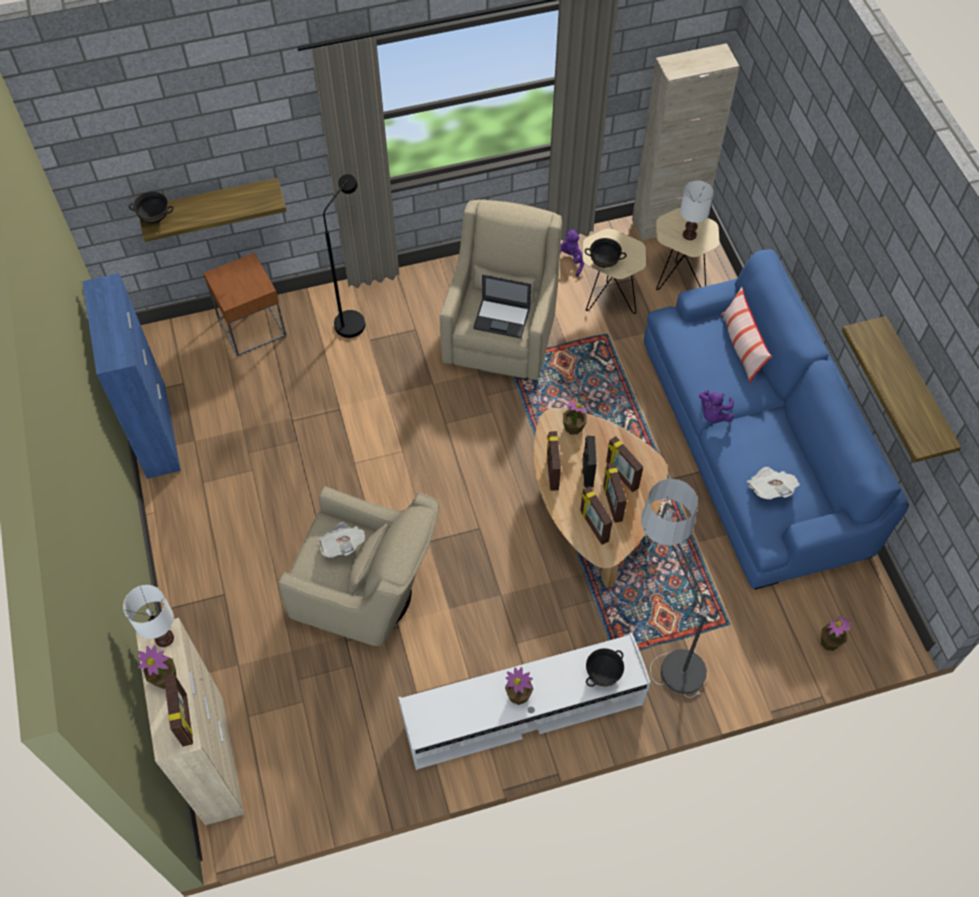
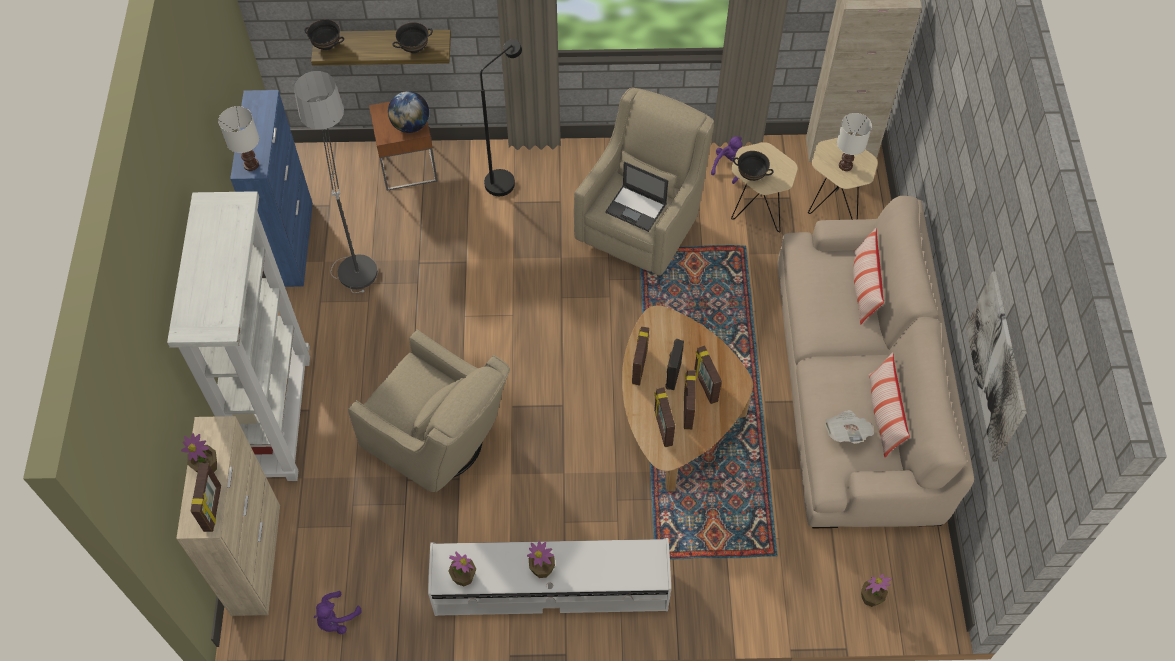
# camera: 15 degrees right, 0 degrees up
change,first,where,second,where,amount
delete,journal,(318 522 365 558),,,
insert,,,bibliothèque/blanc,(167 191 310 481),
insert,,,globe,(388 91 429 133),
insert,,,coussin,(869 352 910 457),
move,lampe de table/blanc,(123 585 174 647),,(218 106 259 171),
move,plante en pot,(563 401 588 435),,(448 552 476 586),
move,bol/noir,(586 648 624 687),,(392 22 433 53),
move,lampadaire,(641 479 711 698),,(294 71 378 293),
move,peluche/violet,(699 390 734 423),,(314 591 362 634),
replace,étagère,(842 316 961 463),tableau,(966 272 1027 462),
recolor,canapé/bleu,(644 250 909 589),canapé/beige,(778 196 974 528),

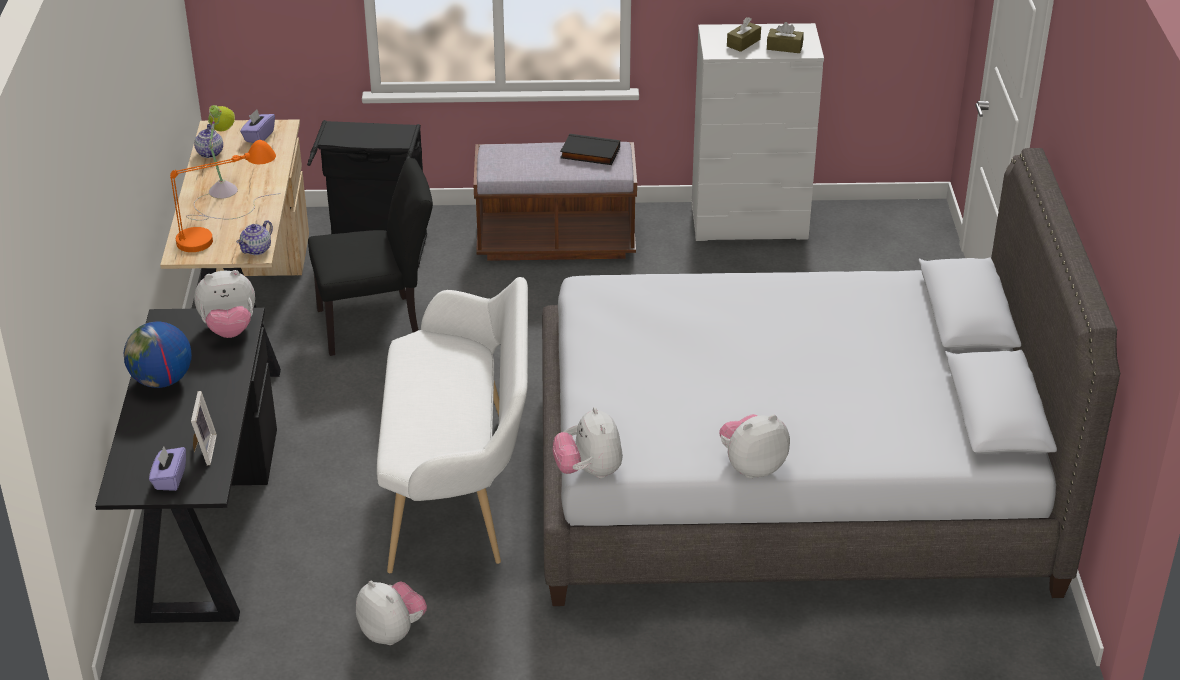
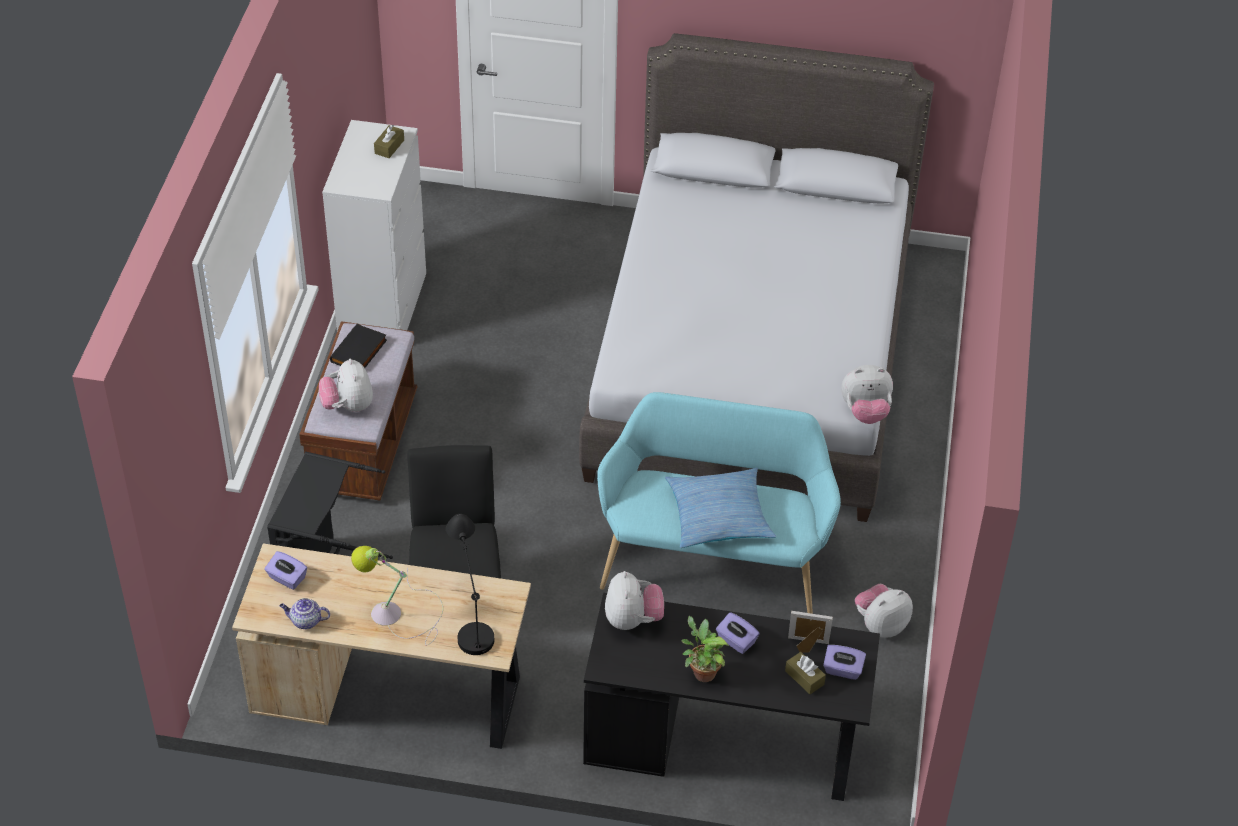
# camera: 80 degrees left, 10 degrees up
change,first,where,second,where,amount
delete,théière,(236 220 273 255),,,
insert,,,coussin,(665 468 776 548),
insert,,,boîte à mouchoirs/violet,(716 612 759 654),
move,peluche,(719 414 790 478),,(319 359 373 412),
move,boîte à mouchoirs/marron,(727 17 761 52),,(785 652 826 694),
replace,globe,(124 322 192 388),plante en pot,(681 616 729 682),
recolor,lampe de table/orange,(170 140 276 252),lampe de table/noir,(446 514 494 655),
recolor,banc/blanc,(377 277 528 573),banc/turquoise,(597 392 841 614),

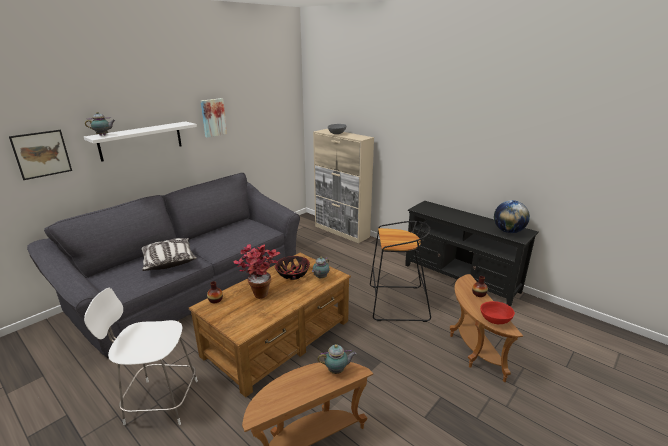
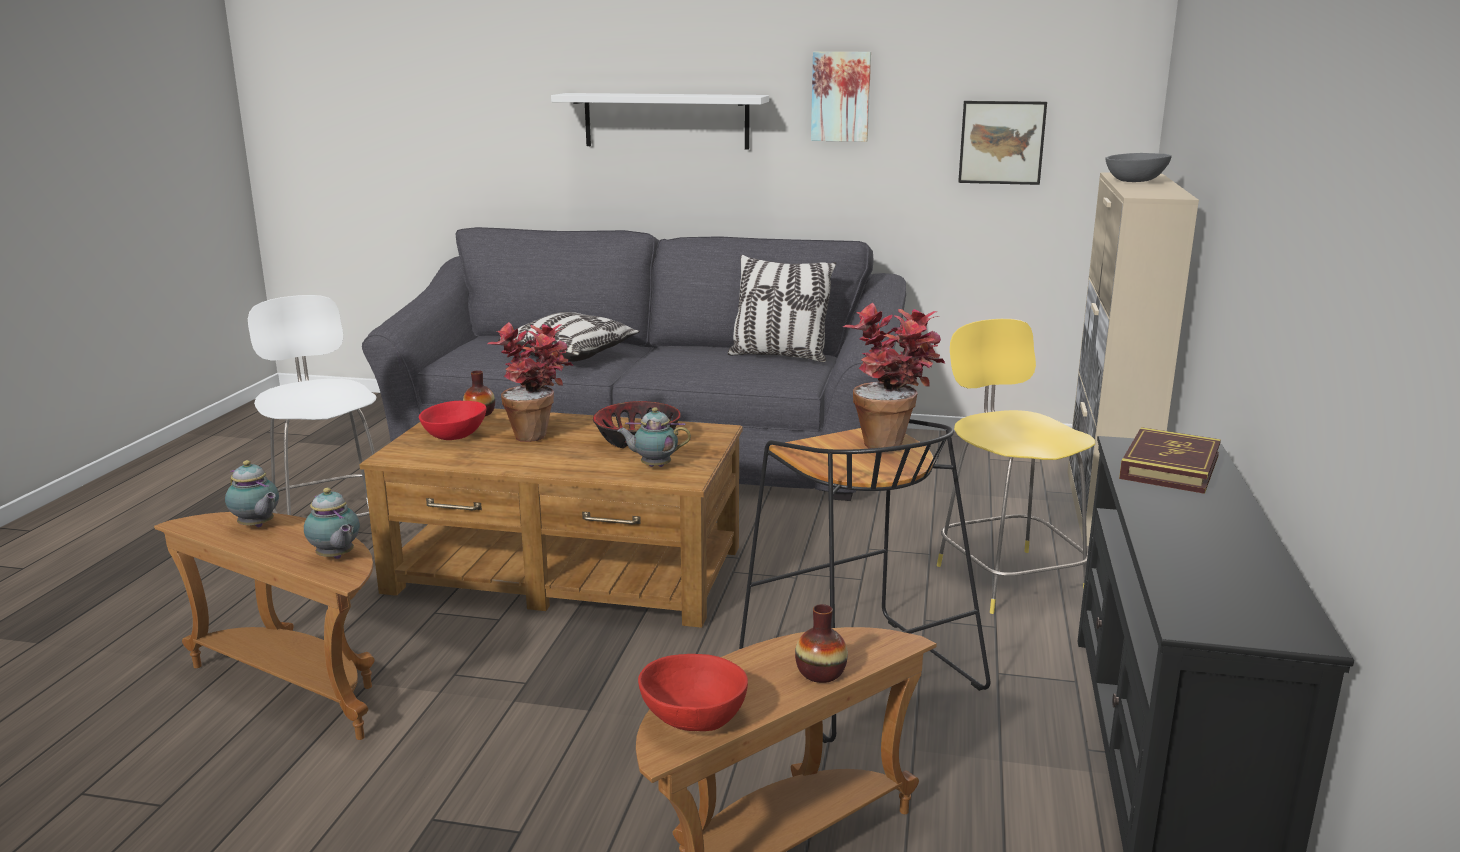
# camera: 60 degrees right, 5 degrees down
change,first,where,second,where,amount
delete,globe,(494 200 530 233),,,
insert,,,bol/rouge,(419 401 487 440),
insert,,,coussin,(728 254 836 362),
insert,,,plante en pot,(843 303 946 449),
insert,,,tabouret/jaune,(937 319 1095 614),
insert,,,livre,(1119 427 1221 494),
move,tableau,(9 130 72 180),,(958 101 1047 185),
move,théière,(85 112 115 136),,(225 460 279 527),

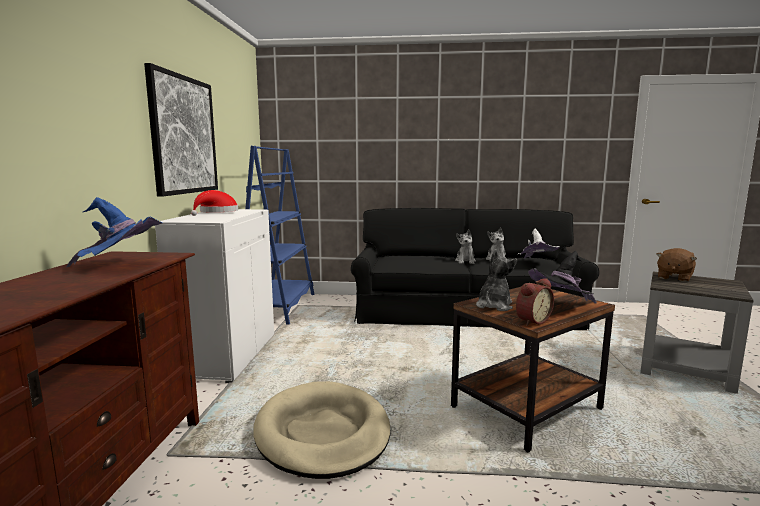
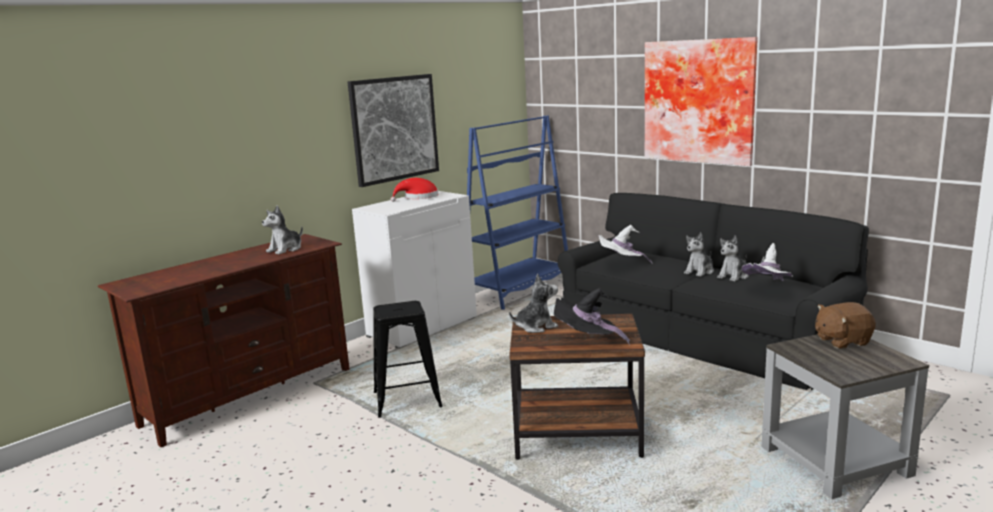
# camera: 40 degrees right, 5 degrees up
change,first,where,second,where,amount
delete,réveil,(516 278 554 326),,,
insert,,,chapeau/blanc,(598 225 652 263),
insert,,,tableau,(645 37 758 166),
replace,chapeau/bleu,(66 197 163 268),peluche,(262 206 303 255),
replace,panier pour chien/beige,(253 381 390 479),tabouret/noir,(373 301 443 418),

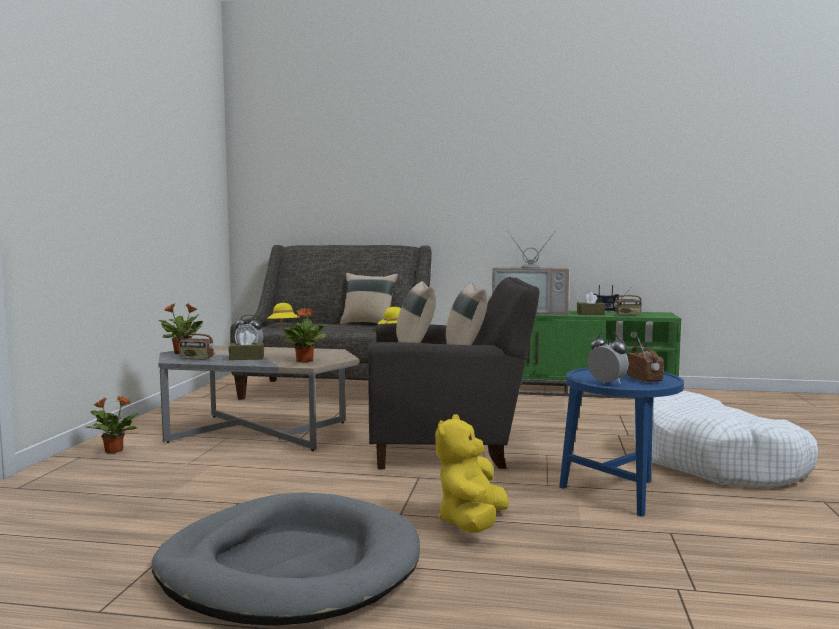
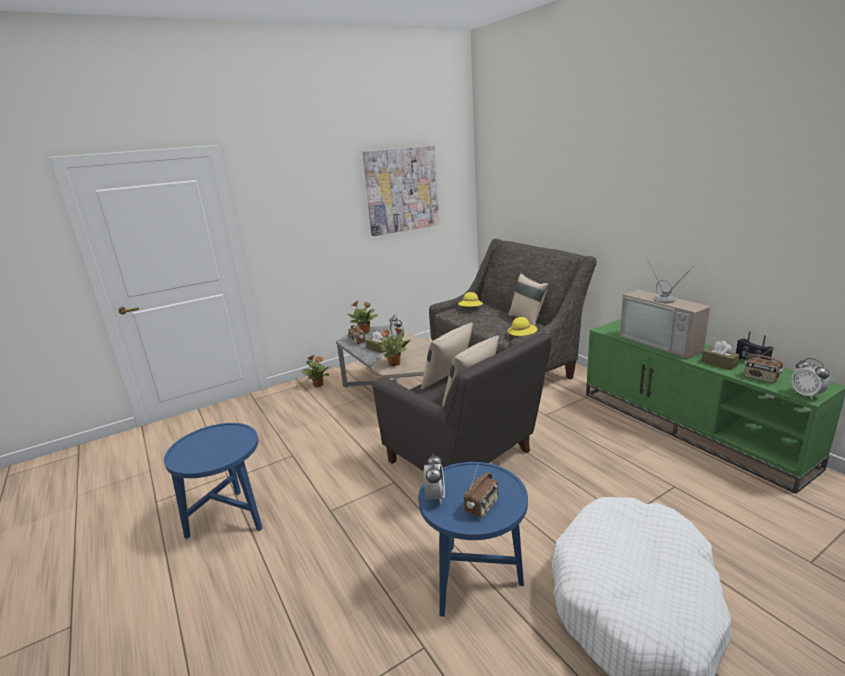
# camera: 50 degrees right, 15 degrees up
change,first,where,second,where,amount
delete,peluche/jaune,(435 415 509 533),,,
insert,,,tableau,(362 145 439 236),
insert,,,réveil,(791 358 829 399),
replace,panier pour chien/gris,(152 492 420 626),table d'appoint/bleu,(164 423 262 539),

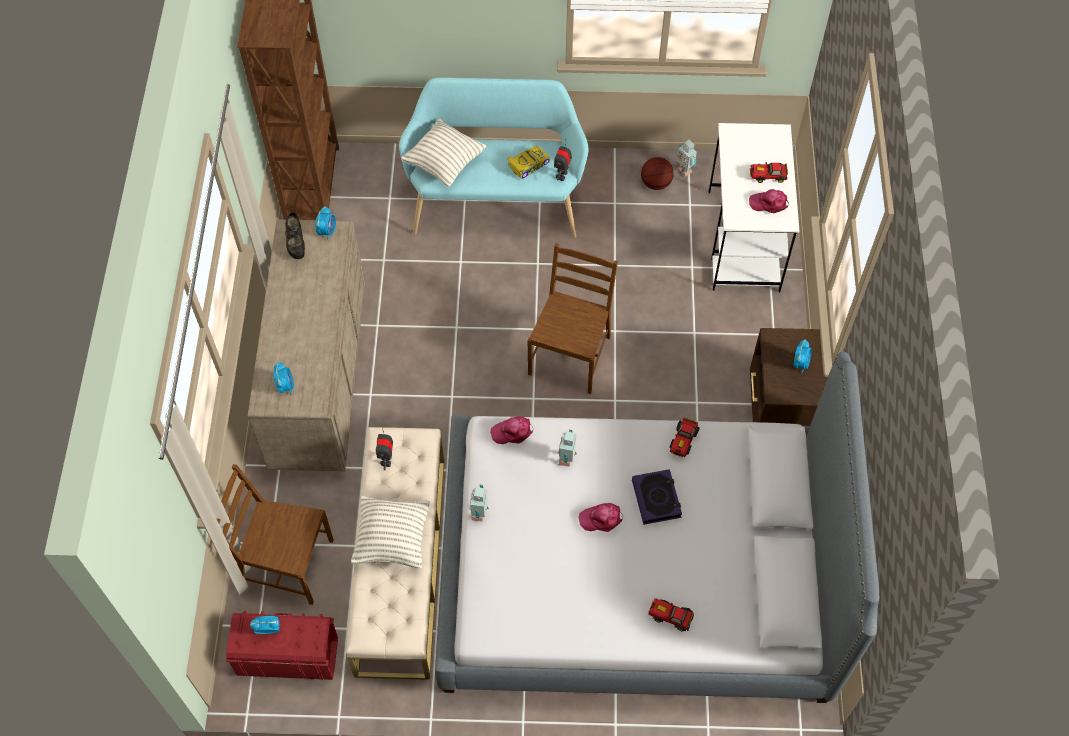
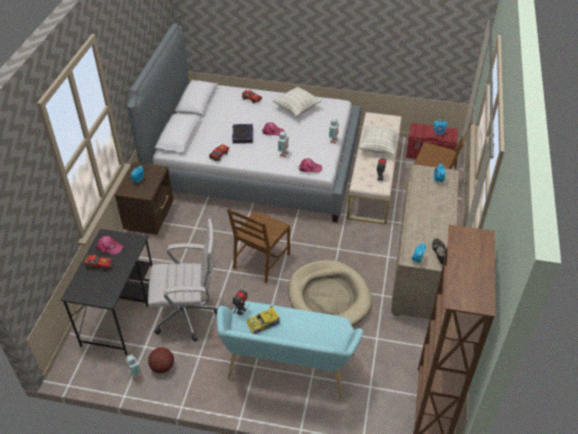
# camera: 170 degrees left, 15 degrees down
change,first,where,second,where,amount
insert,,,chaise de bureau/blanc,(148 218 218 342),
insert,,,panier pour chien/beige,(288 260 372 326),
move,coussin,(401 119 486 187),,(273 87 322 116),
recolor,bureau/blanc,(709 123 799 292),bureau/noir,(61 229 152 356),

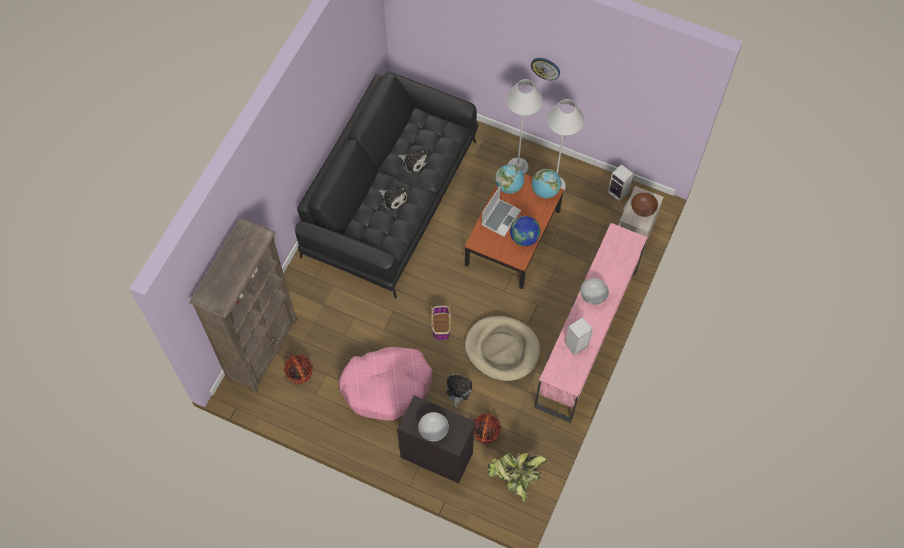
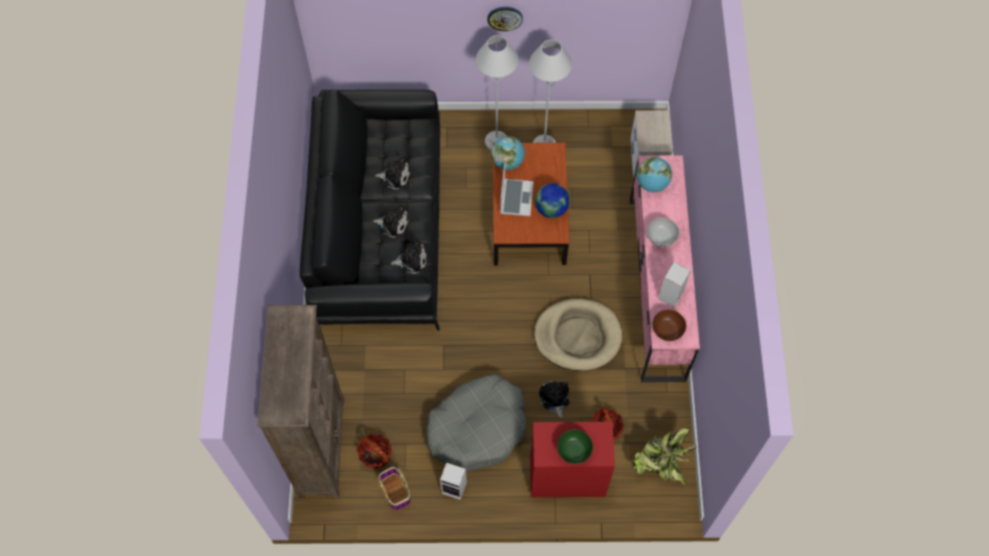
# camera: 25 degrees left, 0 degrees up
change,first,where,second,where,amount
insert,,,peluche,(390 239 426 274),
move,panier,(431 305 451 340),,(377 467 410 510),
move,globe,(532 169 561 198),,(637 157 672 192),
move,enceinte,(608 164 634 202),,(440 462 467 500),
move,bol/marron,(631 192 658 217),,(652 310 686 341),
recolor,panier pour chien/rose,(339 347 433 421),panier pour chien/gris,(426 374 526 471),
recolor,meuble de rangement/noir,(397 395 476 483),meuble de rangement/rouge,(530 422 615 497),
recolor,bol/blanc,(418 412 449 441),bol/vert,(557 429 593 464),

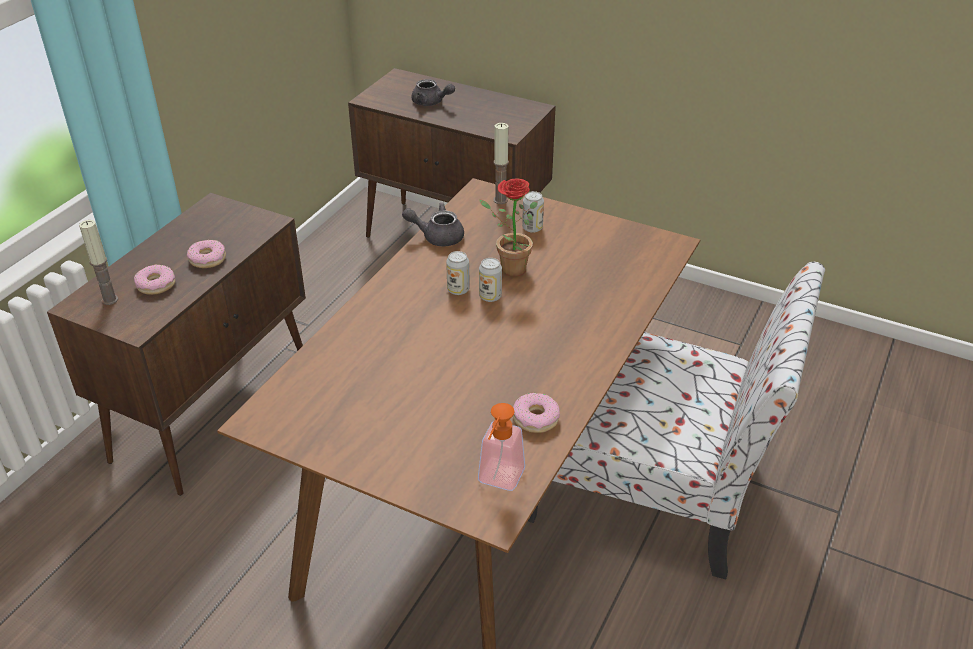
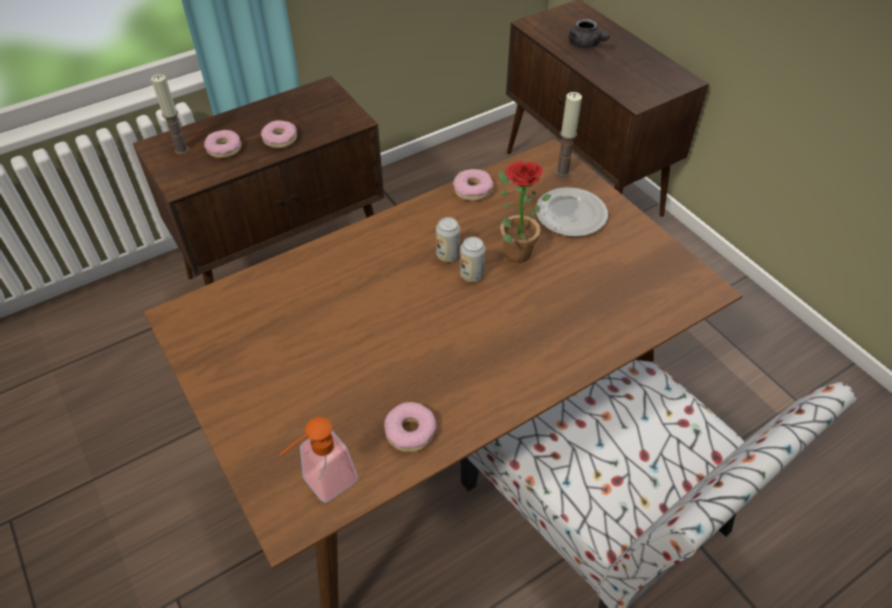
# camera: 30 degrees right, 10 degrees up
change,first,where,second,where,amount
replace,théière/gris,(402 202 464 246),beignet,(453 169 493 201),
replace,boîte métallique,(522 191 544 233),assiette,(536 187 608 237),

